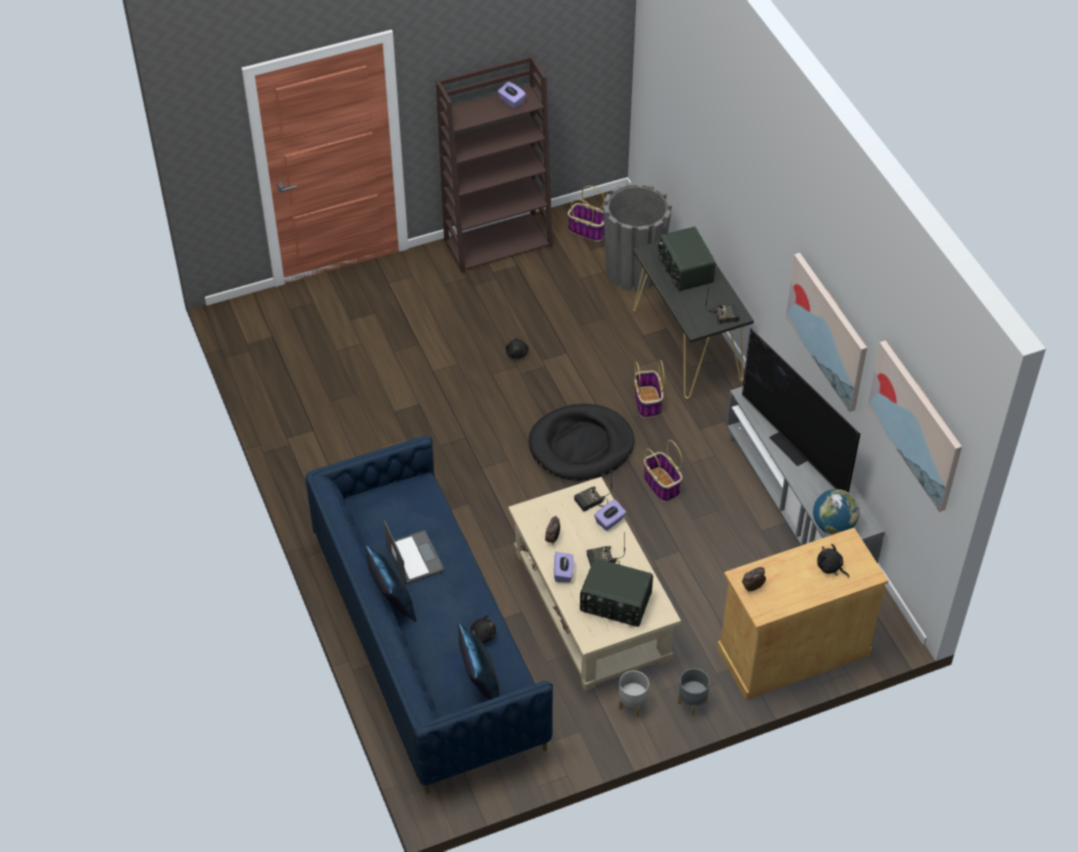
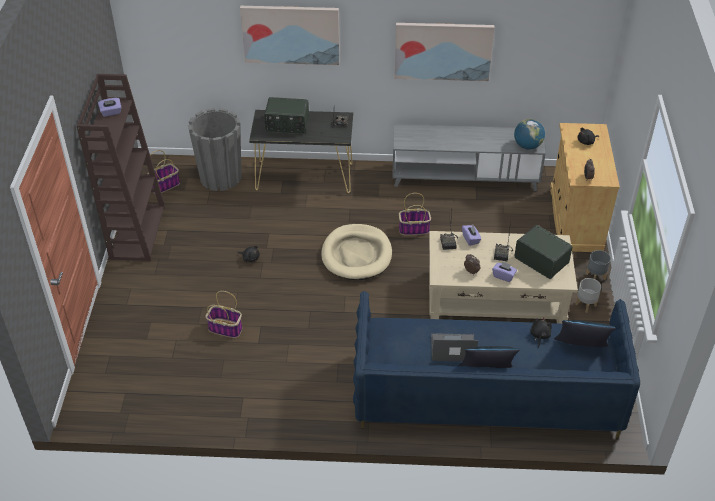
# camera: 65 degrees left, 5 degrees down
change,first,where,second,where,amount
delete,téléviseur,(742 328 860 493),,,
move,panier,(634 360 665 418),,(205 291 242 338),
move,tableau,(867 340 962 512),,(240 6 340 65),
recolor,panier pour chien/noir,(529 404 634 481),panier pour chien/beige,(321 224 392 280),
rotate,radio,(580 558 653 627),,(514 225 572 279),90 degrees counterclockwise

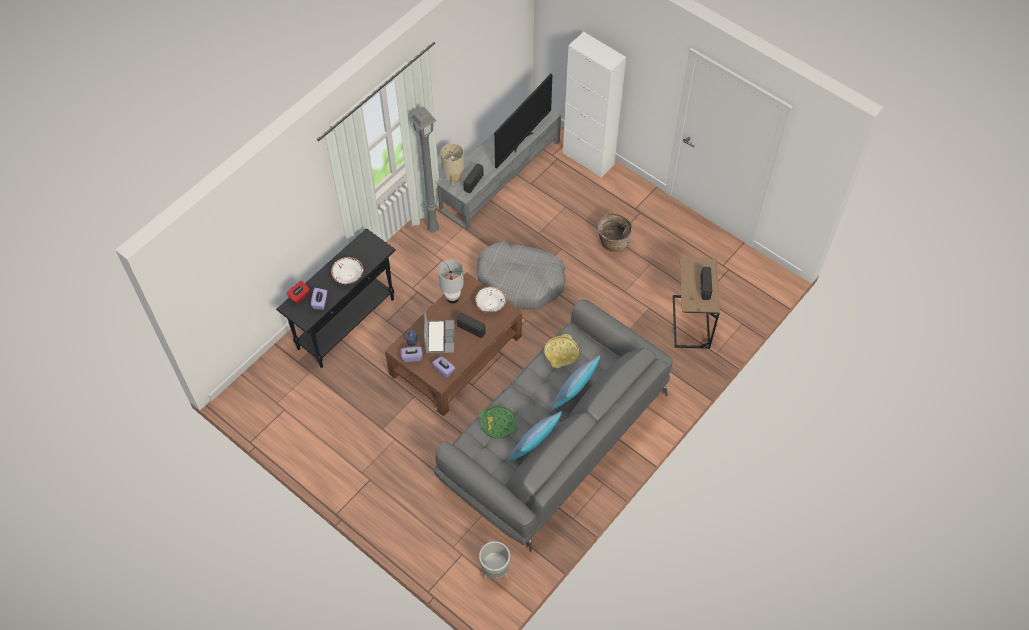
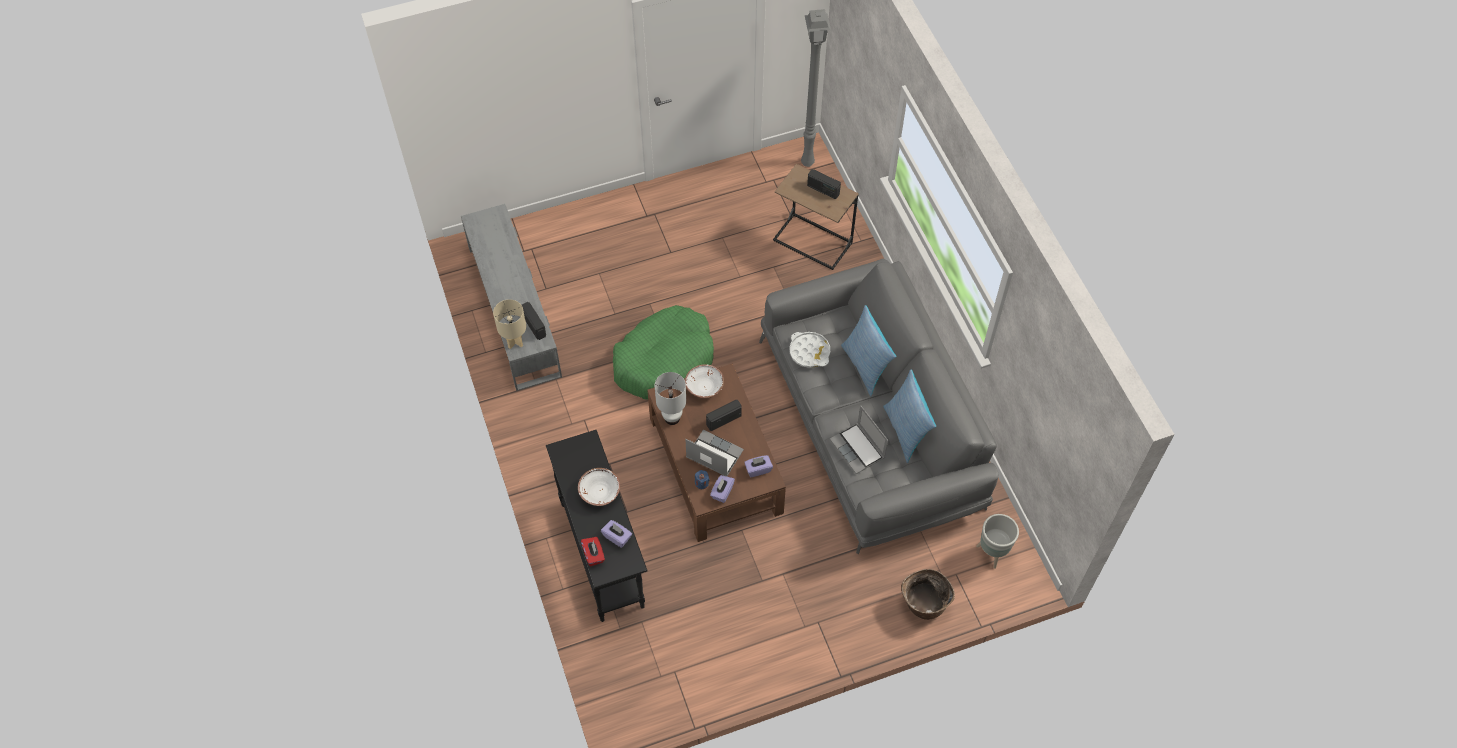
# camera: 60 degrees left, 0 degrees up
change,first,where,second,where,amount
delete,téléviseur,(494 74 552 168),,,
delete,meuble de rangement/blanc,(563 32 626 178),,,
move,lampadaire/gris,(409 107 439 233),,(801 9 831 167),
move,panier,(598 212 632 252),,(901 569 955 620),
replace,plateau/vert,(479 406 518 439),ordinateur portable,(830 406 888 474),
recolor,panier pour chien/gris,(477 241 566 310),panier pour chien/vert,(613 305 714 400),
recolor,plateau/jaune,(544 334 579 369),plateau/blanc,(790 332 830 368),

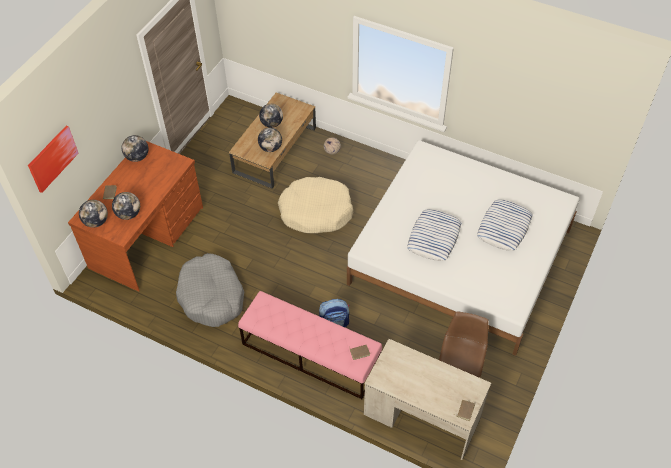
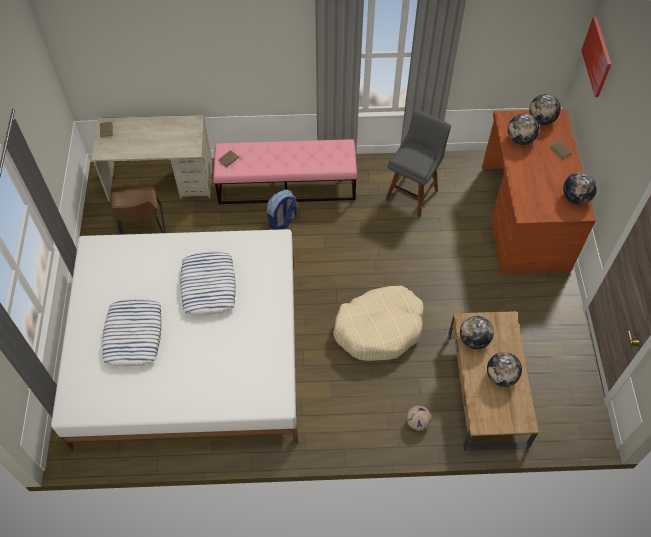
# camera: 150 degrees right, 5 degrees up
change,first,where,second,where,amount
replace,panier pour chien/gris,(176 253 244 327),tabouret/gris,(385 110 451 217),

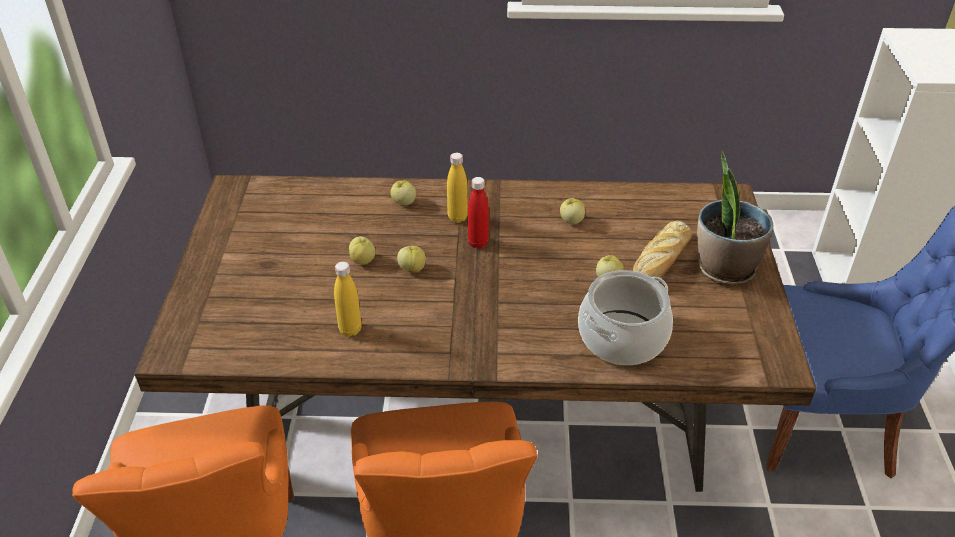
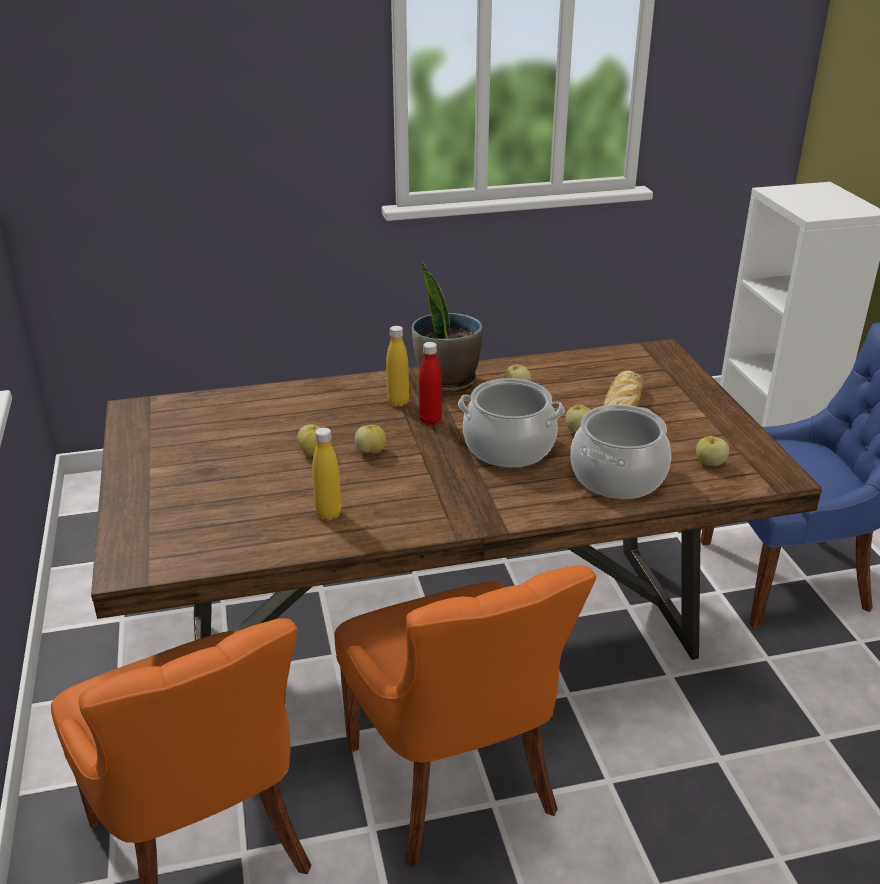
# camera: 15 degrees left, 10 degrees down
change,first,where,second,where,amount
insert,,,marmite,(458 378 564 467),
move,pomme,(391 180 416 206),,(696 436 729 466),
move,plante en pot,(697 151 773 286),,(412 261 483 393),

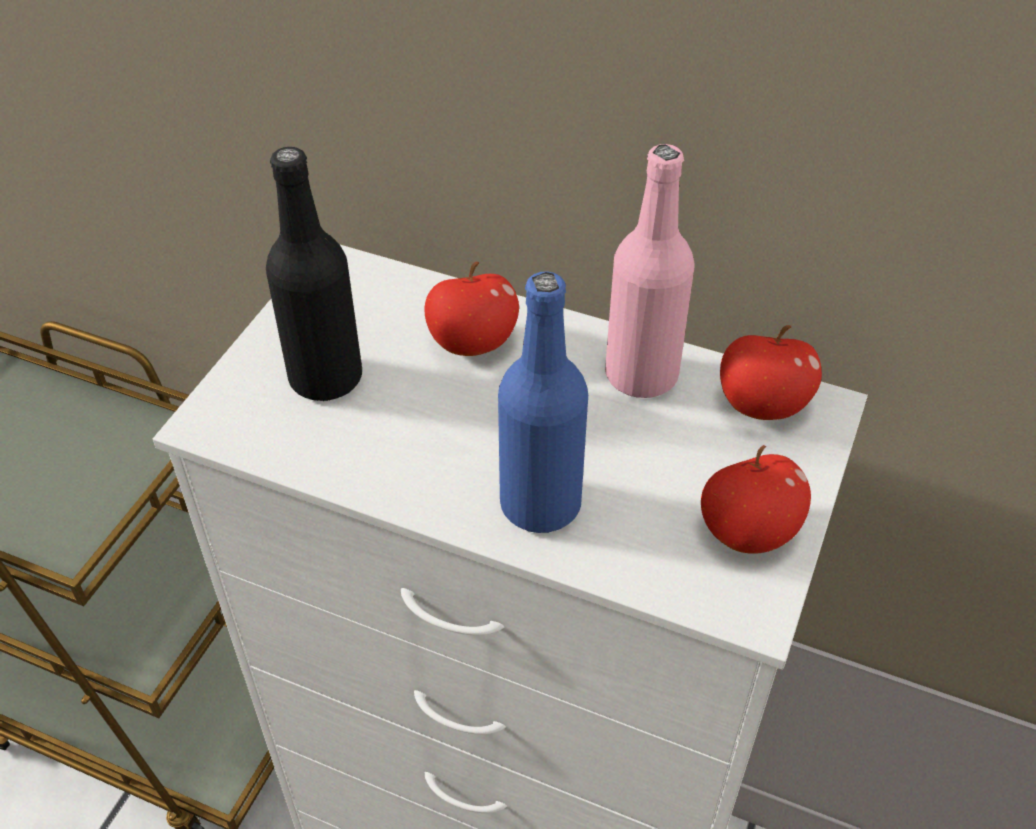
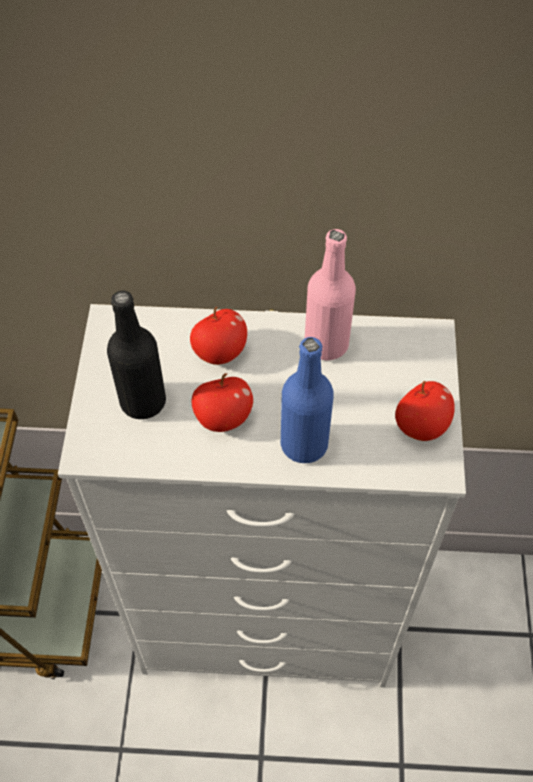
# camera: 20 degrees left, 10 degrees up
change,first,where,second,where,amount
move,pomme,(720 325 822 420),,(191 373 253 432),

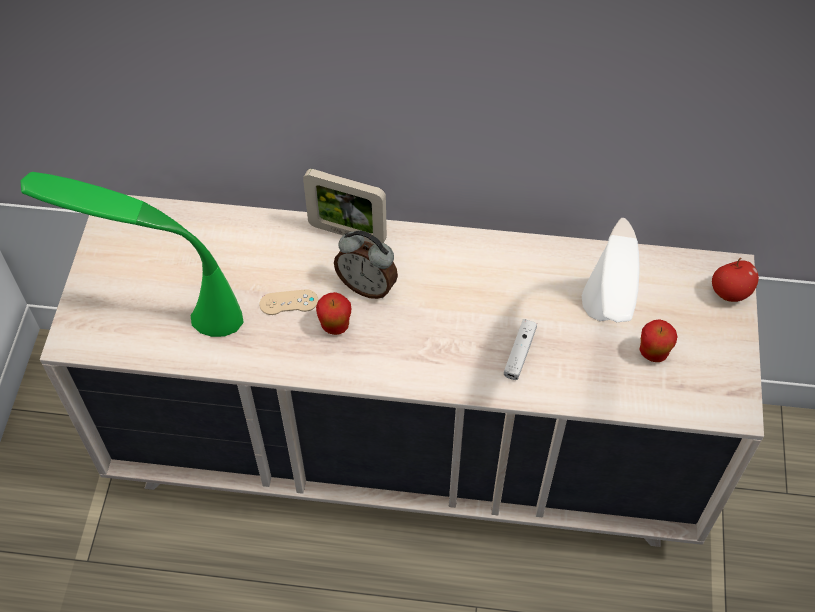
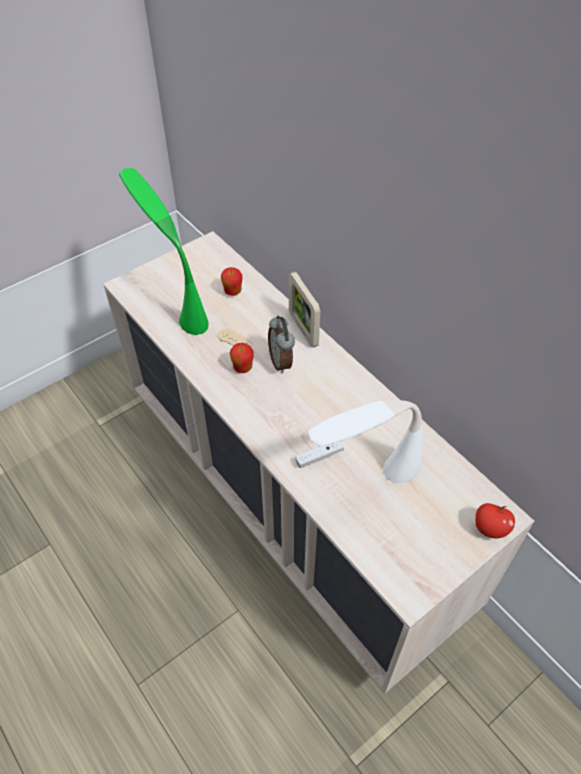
# camera: 45 degrees right, 5 degrees down
change,first,where,second,where,amount
move,pomme,(639 319 677 362),,(221 267 242 296),

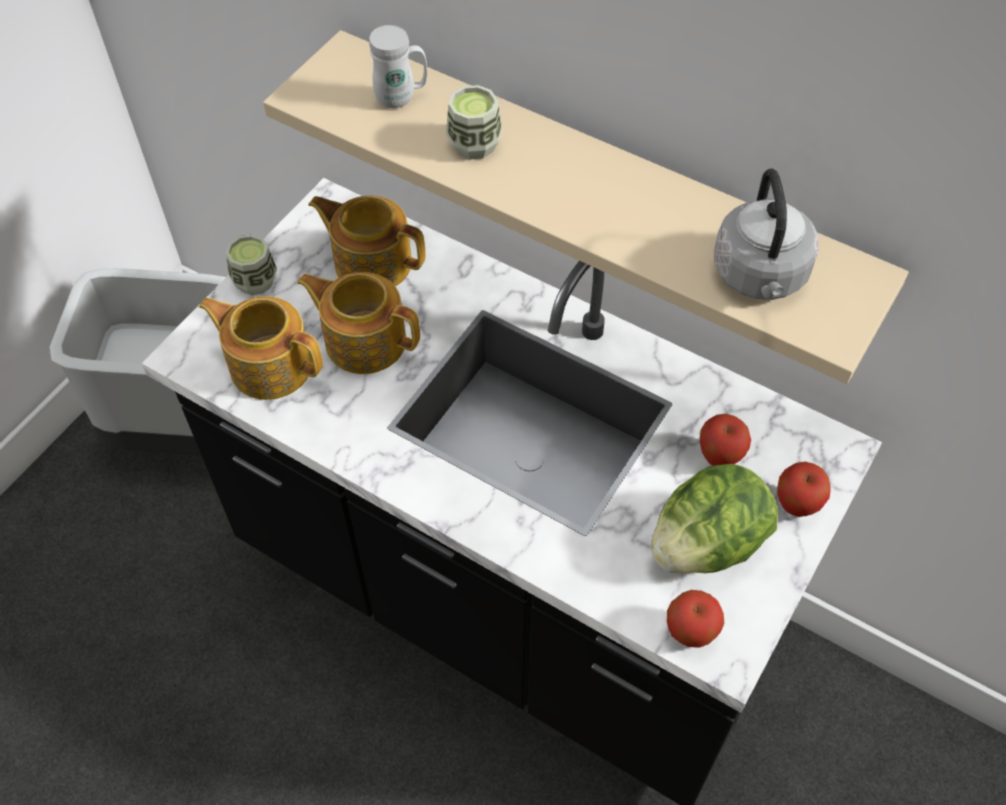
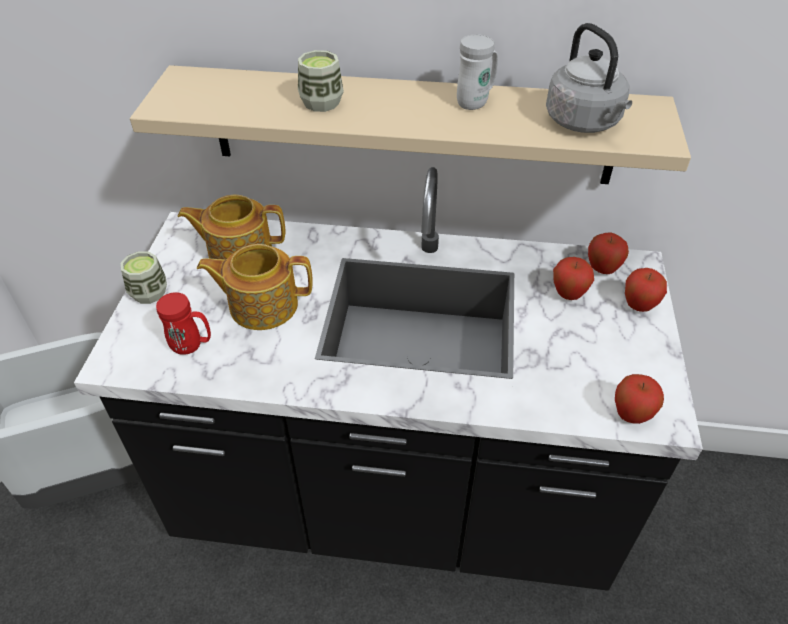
# camera: 25 degrees left, 10 degrees down
change,first,where,second,where,amount
delete,laitue,(651 464 778 574),,,
insert,,,pomme,(588 233 629 274),
move,mug/blanc,(369 25 427 108),,(457 35 498 110),
replace,théière,(199 296 323 400),mug/rouge,(156 292 211 355),

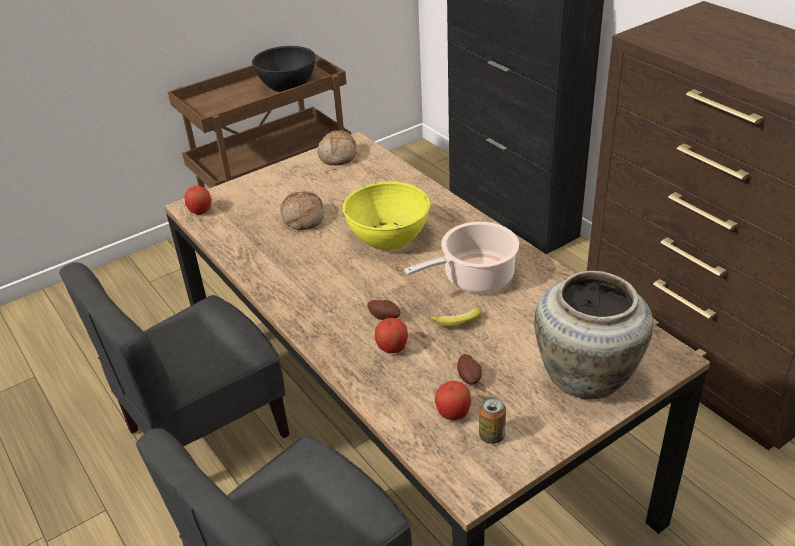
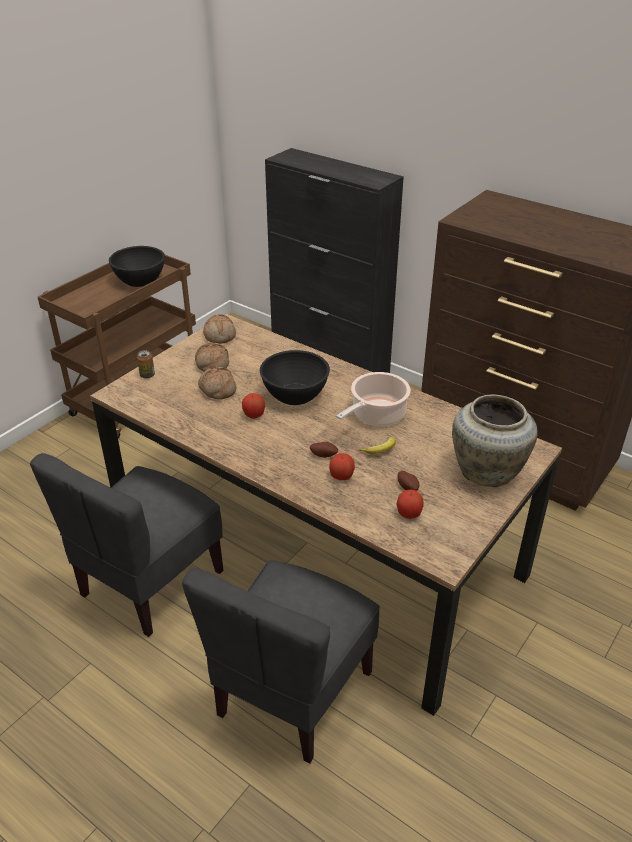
# camera: 20 degrees left, 0 degrees up
change,first,where,second,where,amount
insert,,,pain,(195 343 229 372),
move,pomme,(184 186 211 215),,(242 393 265 419),
move,boîte métallique,(479 397 506 444),,(137 350 155 379),
recolor,bol/jaune,(343 182 430 250),bol/noir,(260 350 330 405),

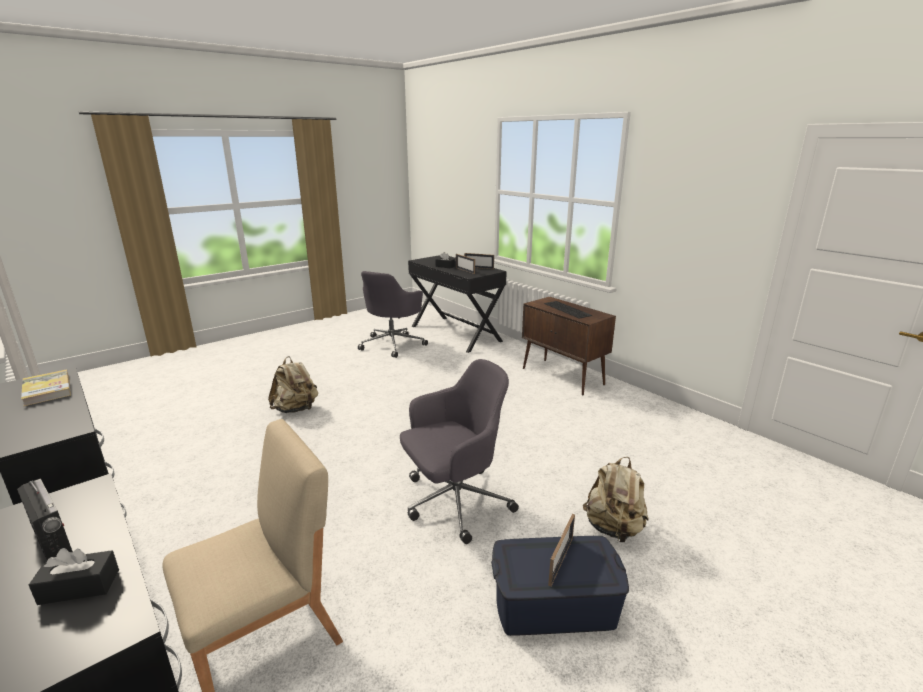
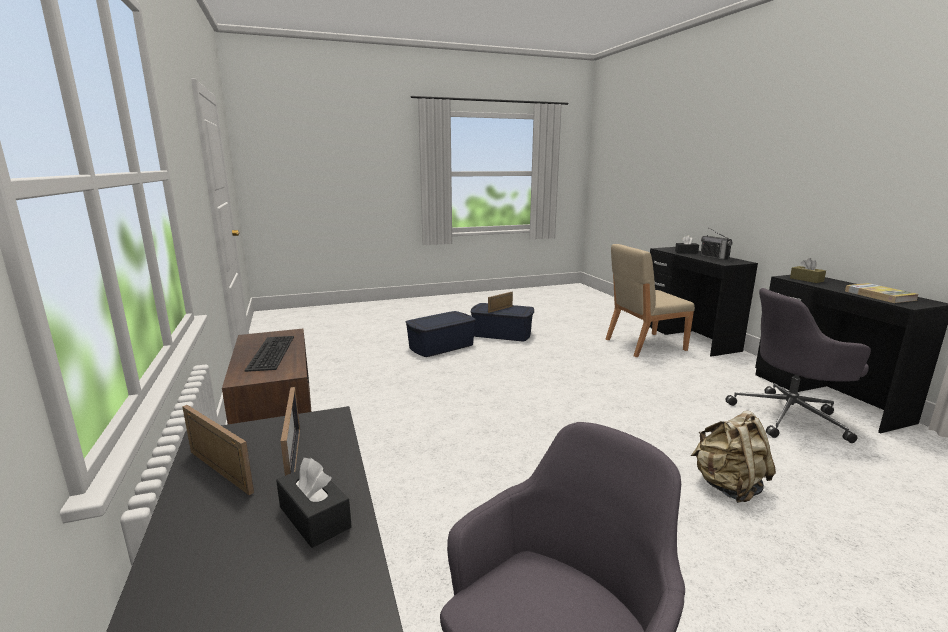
# camera: 160 degrees left, 5 degrees down
change,first,where,second,where,amount
insert,,,boîte à mouchoirs/marron,(790 258 826 283),
move,chaise de bureau/gris,(400 359 519 544),,(726 288 871 443),
replace,sac à dos/beige,(583 457 649 542),boîte de rangement/bleu,(406 311 476 357),

